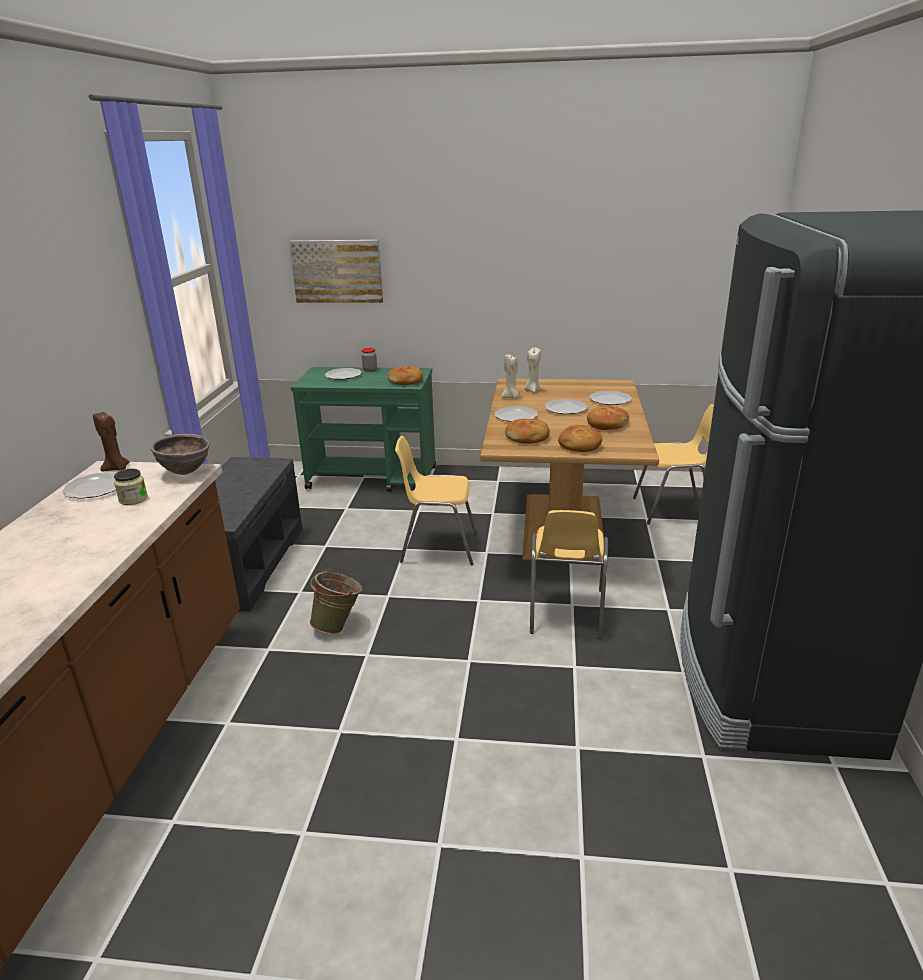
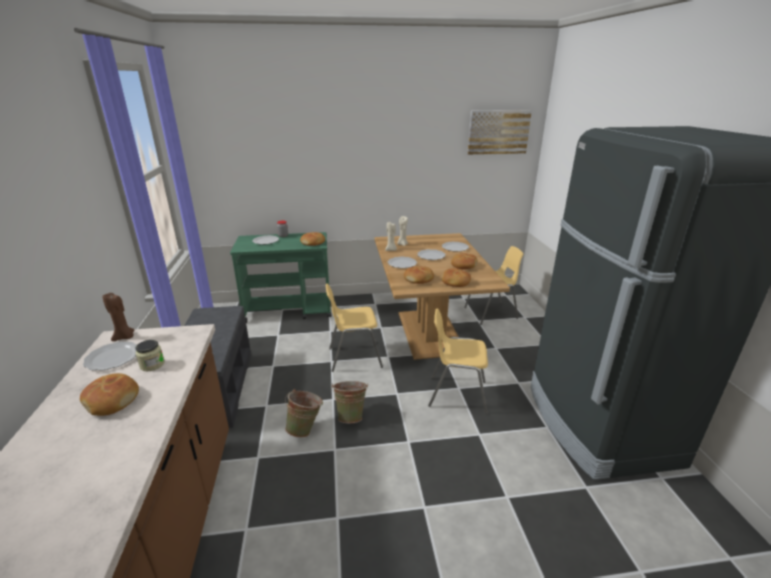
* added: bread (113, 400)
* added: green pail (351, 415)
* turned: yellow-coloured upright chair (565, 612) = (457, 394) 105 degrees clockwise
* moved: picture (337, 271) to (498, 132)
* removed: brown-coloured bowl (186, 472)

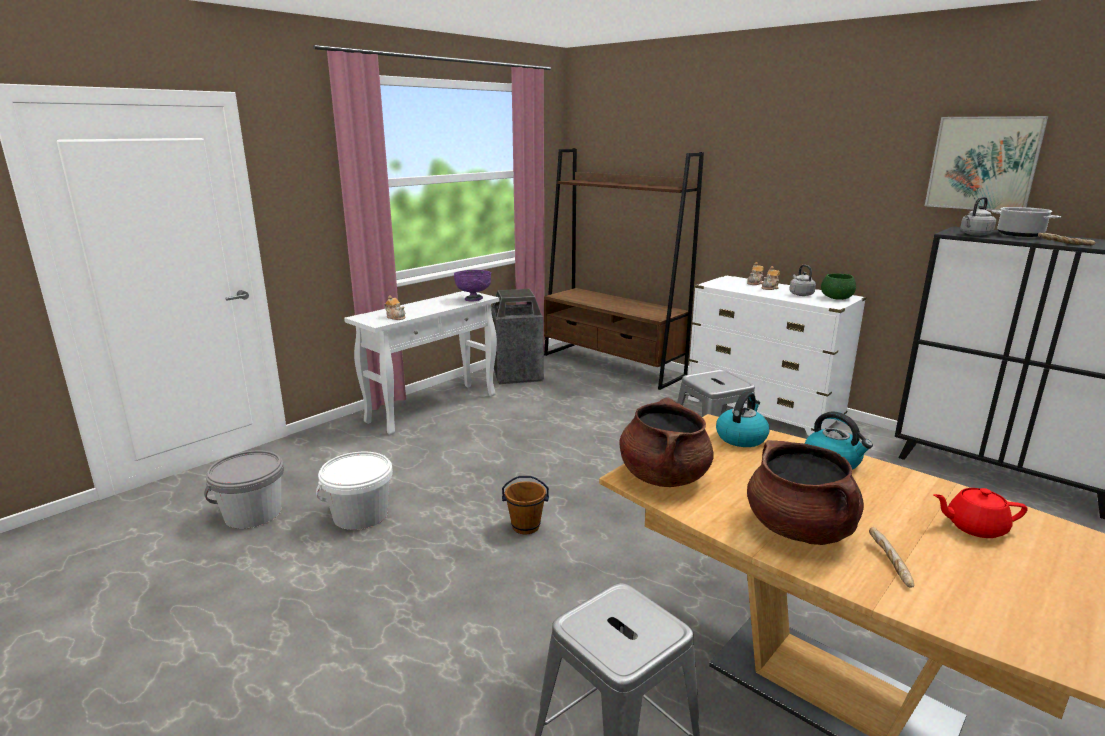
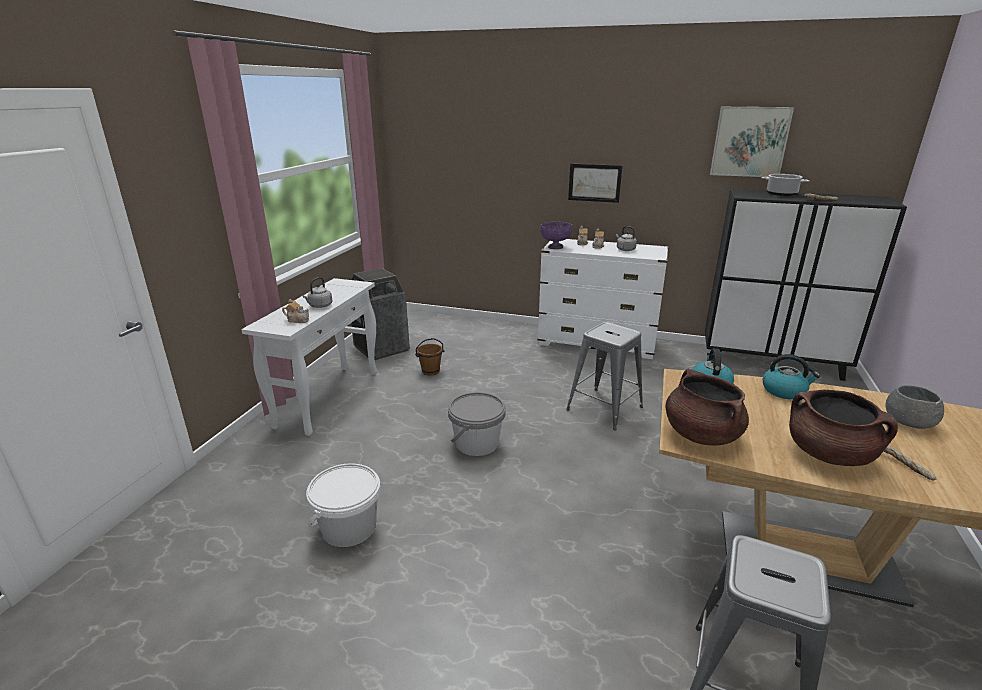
* moved: grey tea kettle (974, 234) to (319, 306)
* moved: brown-coloured pail (526, 526) to (430, 371)
* moved: grey pail (253, 514) to (477, 443)
* moved: purple bowl (473, 299) to (555, 247)
* added: picture (594, 183)
* replaced: reddish pot for tea (974, 527) to grey bowl (909, 421)
* removed: brown-coloured shelving unit (612, 365)
* removed: green bowl (837, 297)

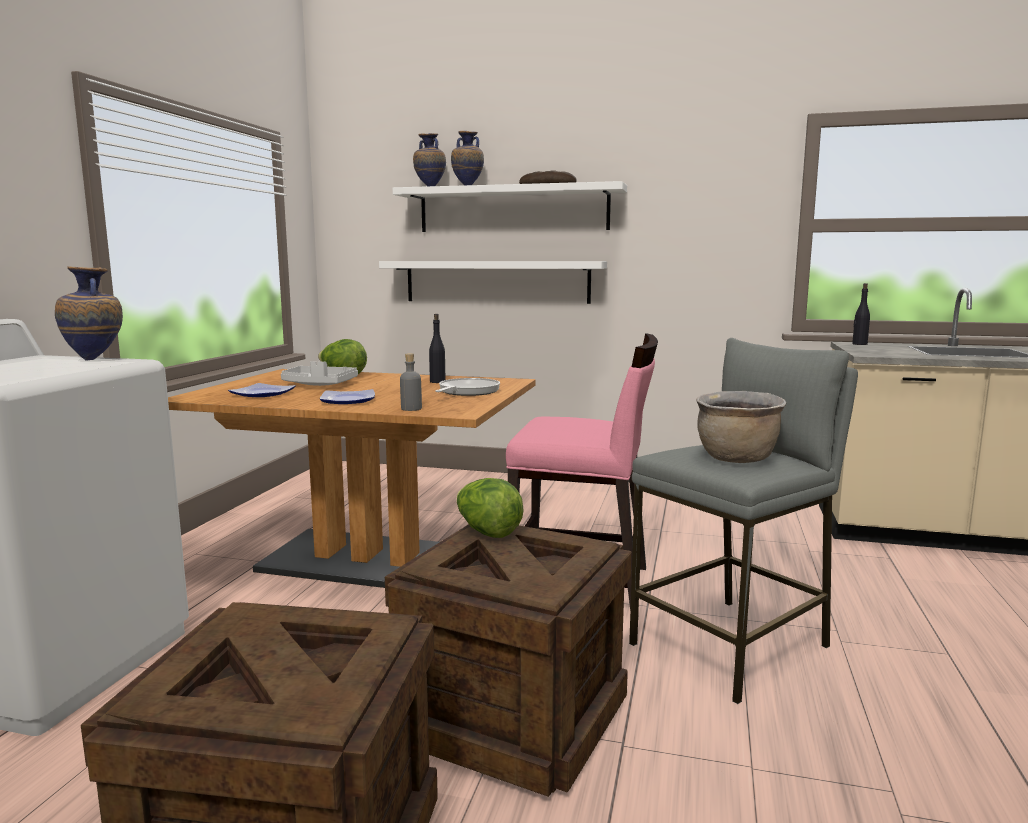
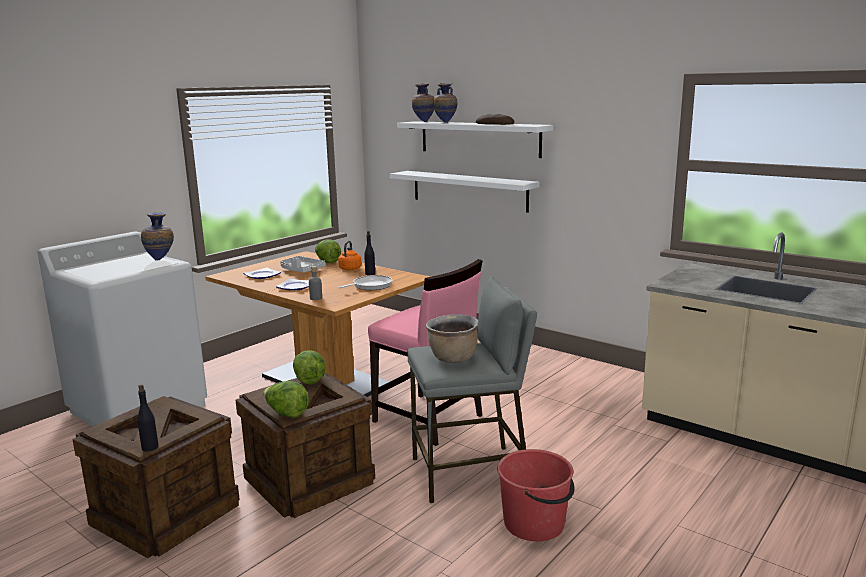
* moved: blackish drink bottle (859, 344) to (150, 447)
* added: lettuce (286, 414)
* added: orange tea kettle (349, 269)
* added: reddish pail (535, 523)

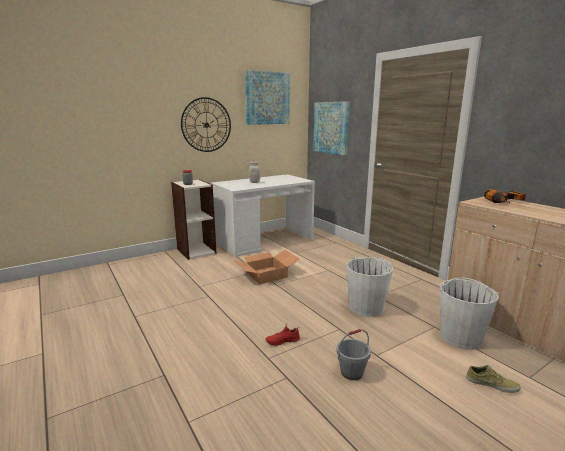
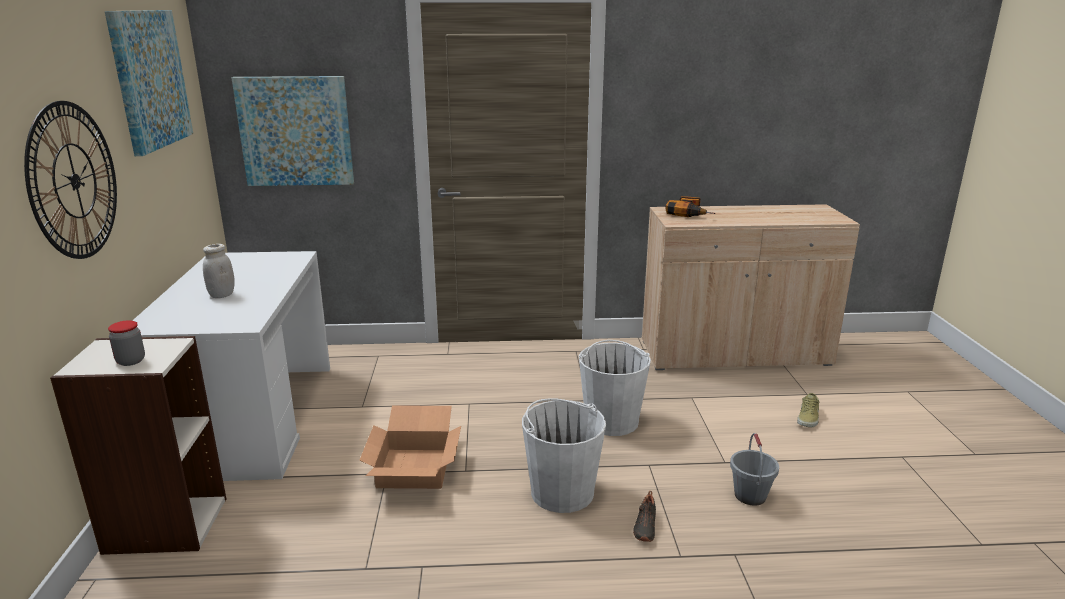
* moved: white pail (460, 337) to (562, 492)
* recoloured: reddish item of footwear (282, 341) to blackish item of footwear (644, 526)
* turned: sand-coloured item of footwear (491, 384) = (808, 418) 150 degrees clockwise

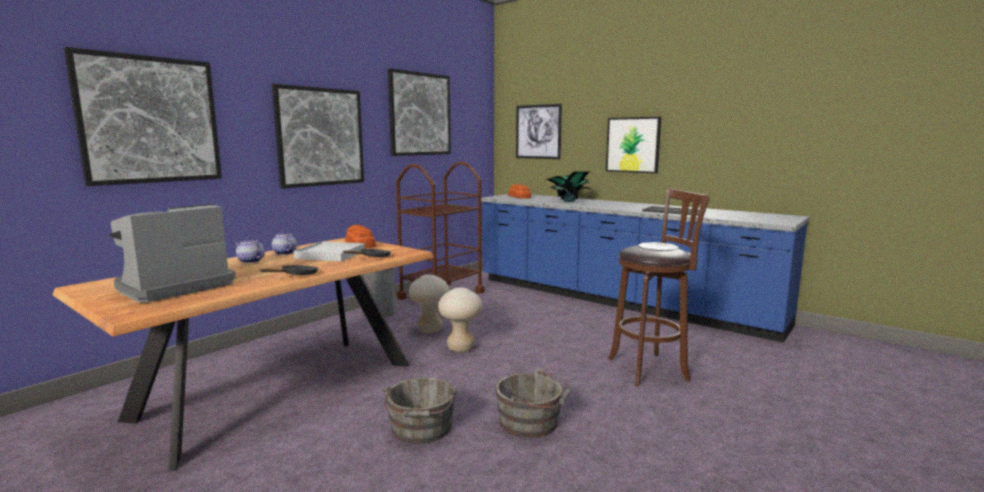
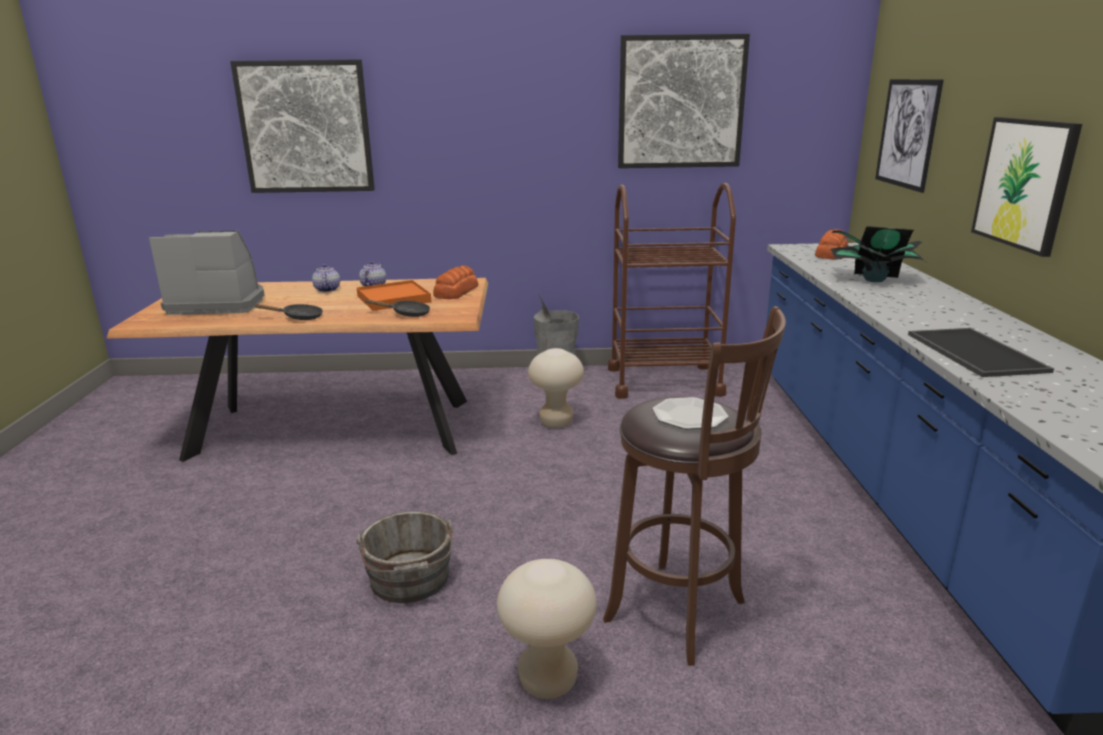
* recoloured: white carrying tray (330, 254) to orange carrying tray (393, 299)
* moved: sand-coloured sitting stool (460, 348) to (548, 680)
* removed: picture (320, 137)
* removed: grey pail (421, 429)

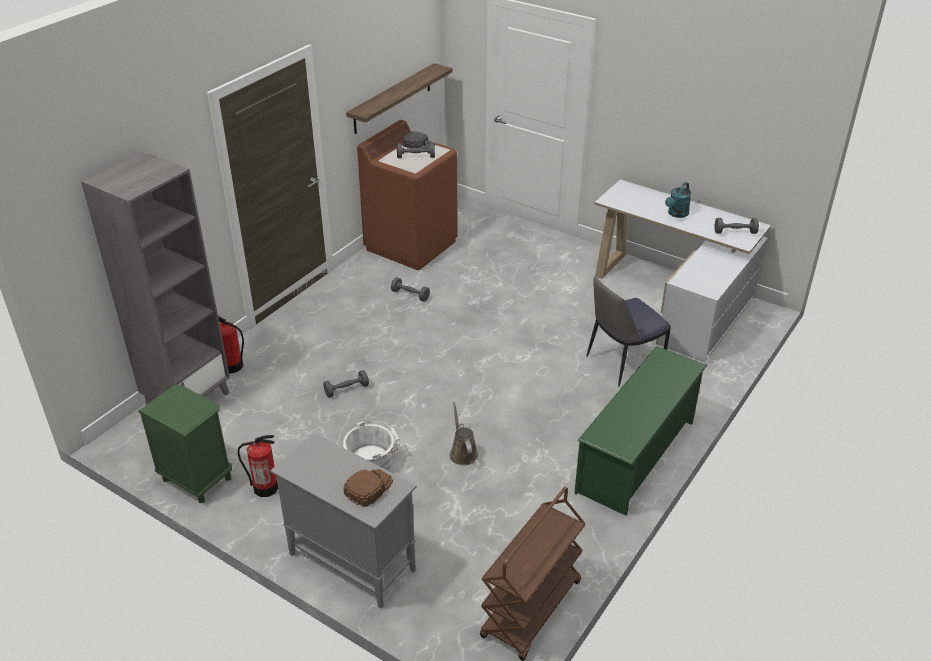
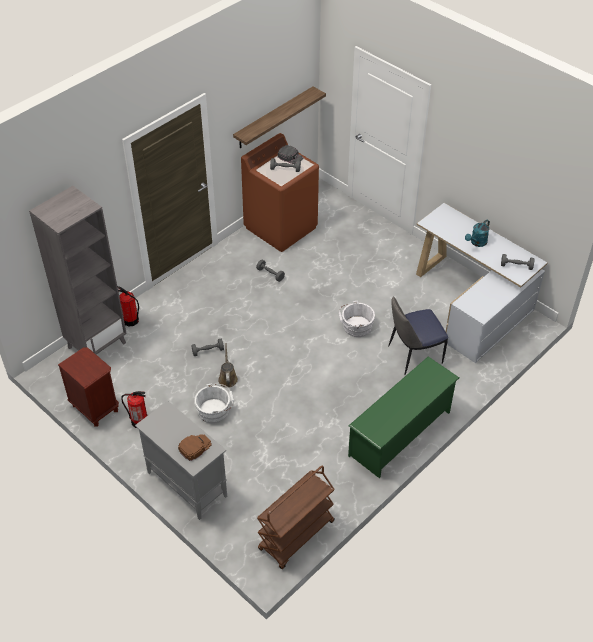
* recoloured: green nightstand (197, 479) to brown-coloured nightstand (95, 408)
* moved: brown-coloured watering can (462, 453) to (227, 378)
* added: white pail (355, 327)

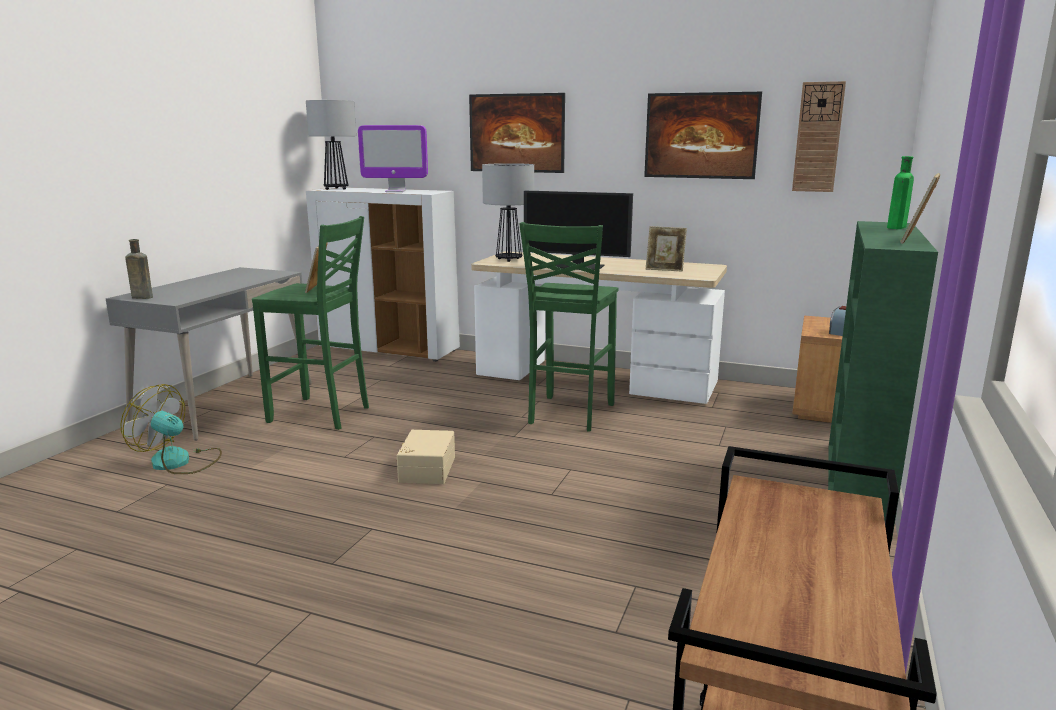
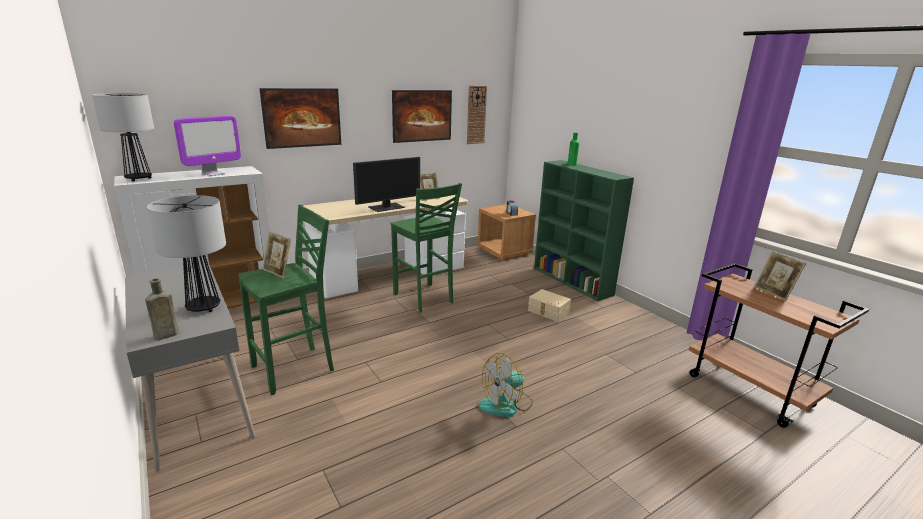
* moved: lamp for a table (508, 259) to (203, 308)
* moved: fan (179, 462) to (506, 404)
* moved: sand-coloured storage container (425, 469) to (548, 312)
* moved: photo frame (915, 241) to (774, 292)

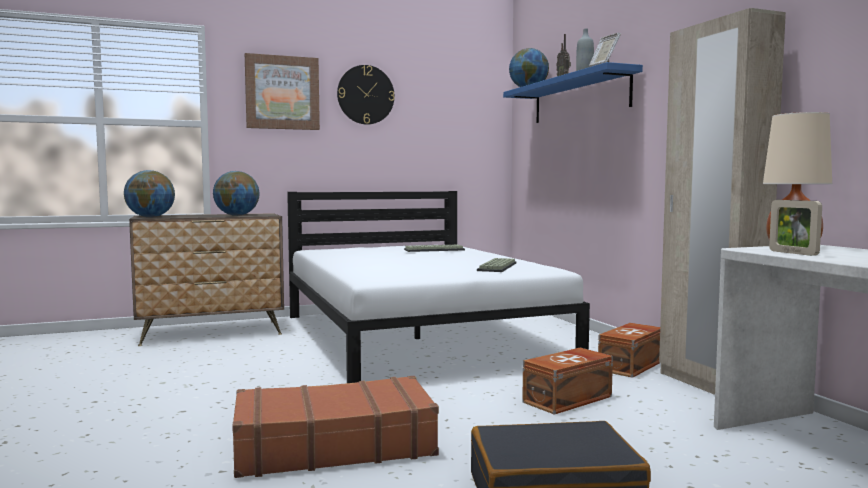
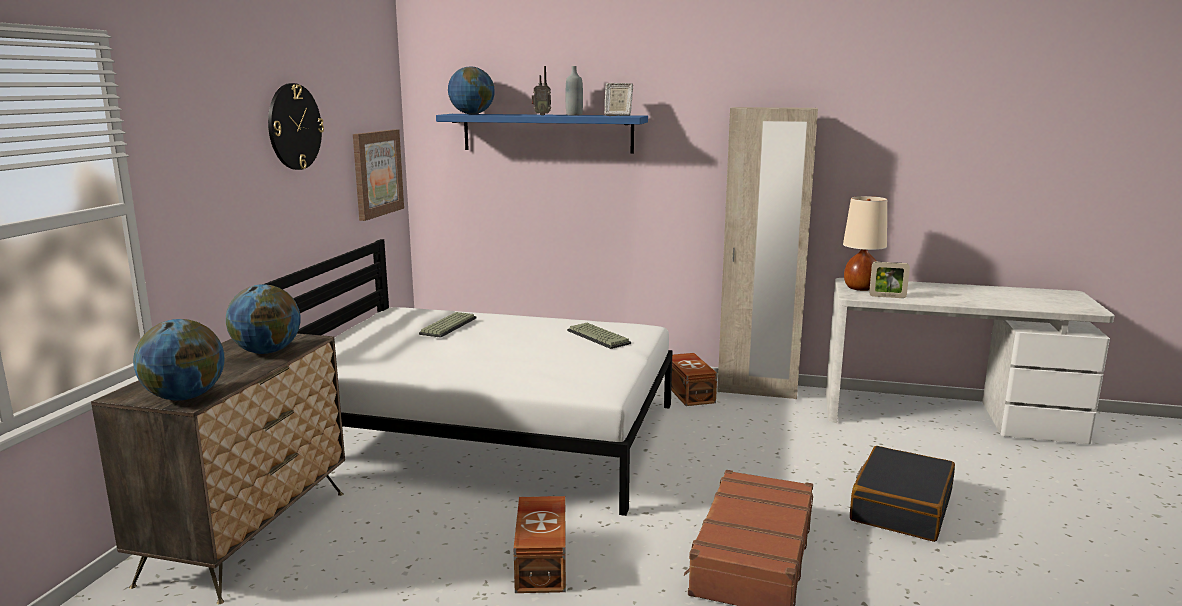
* moved: picture (282, 93) to (377, 173)
* moved: brown-coloured storage container (569, 399) to (543, 562)

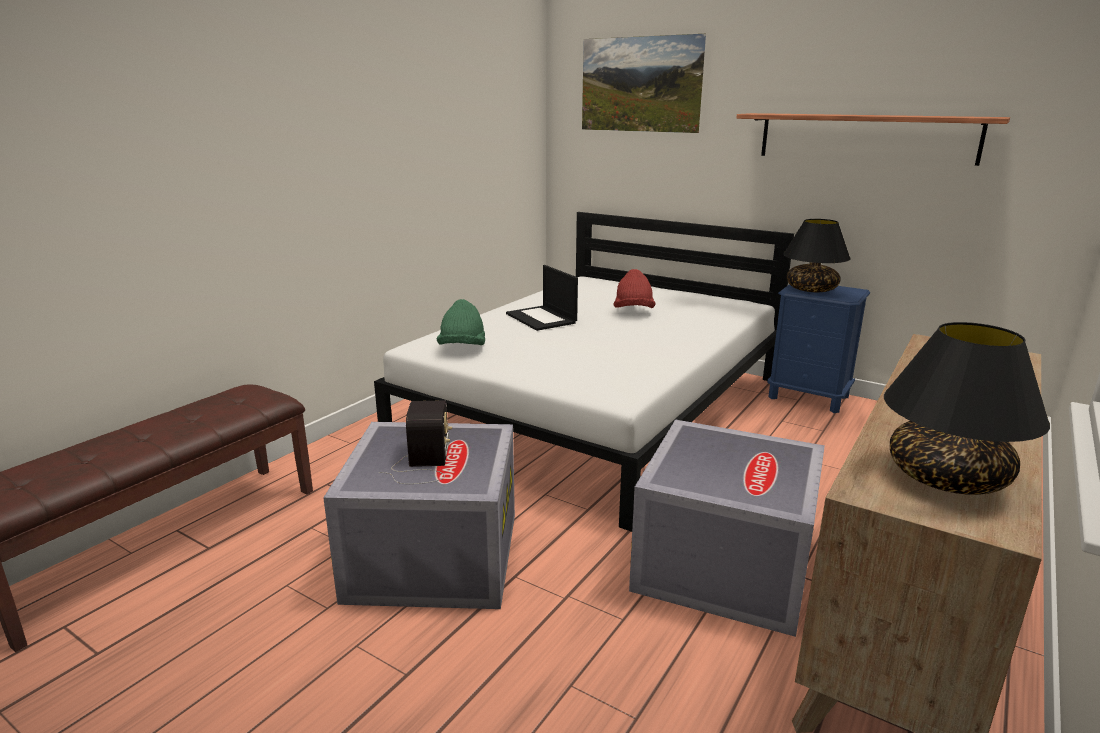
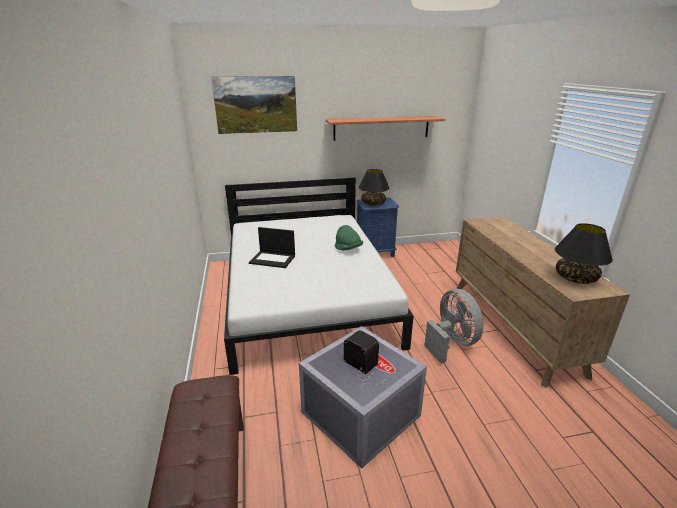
* moved: green hat (462, 348) to (348, 249)
* replaced: grey storage container (721, 563) to grey fan (451, 343)
* removed: reddish hat (633, 311)

